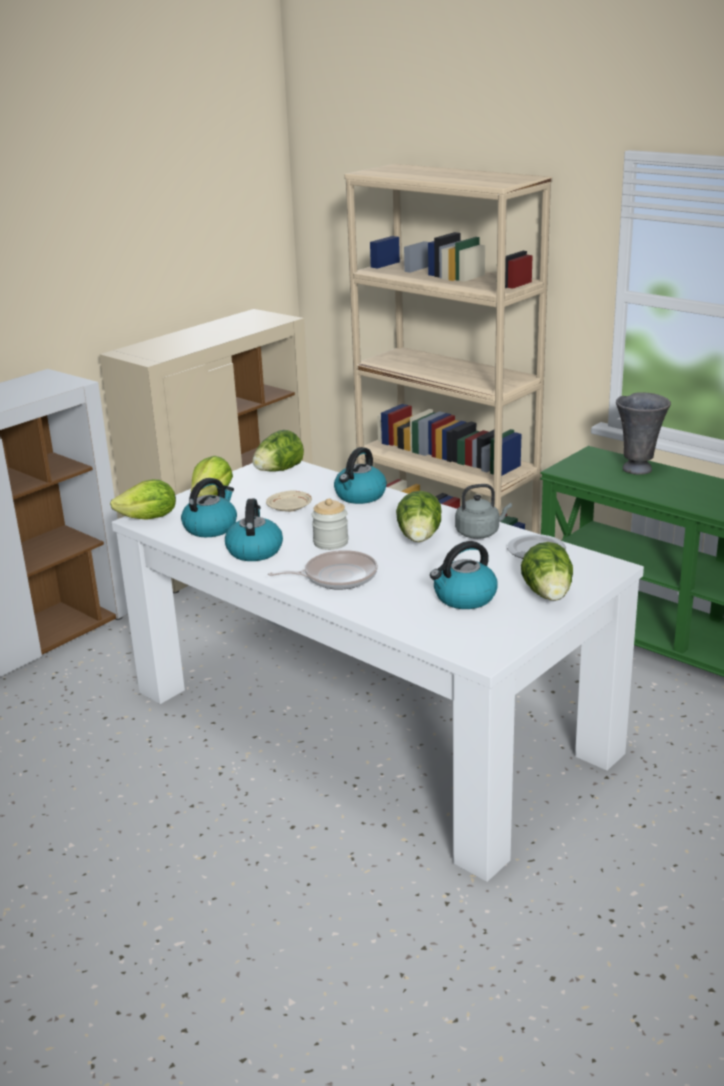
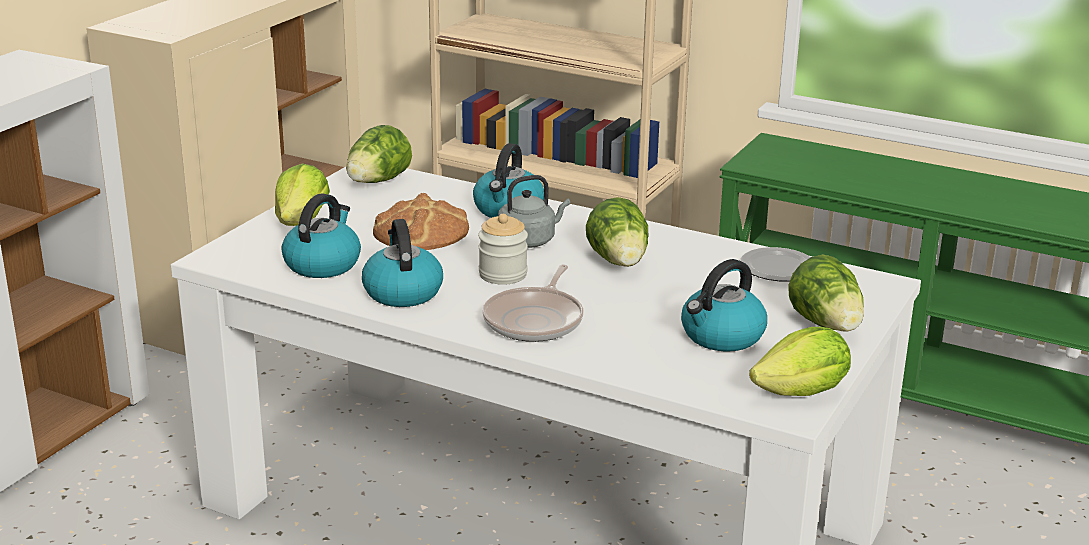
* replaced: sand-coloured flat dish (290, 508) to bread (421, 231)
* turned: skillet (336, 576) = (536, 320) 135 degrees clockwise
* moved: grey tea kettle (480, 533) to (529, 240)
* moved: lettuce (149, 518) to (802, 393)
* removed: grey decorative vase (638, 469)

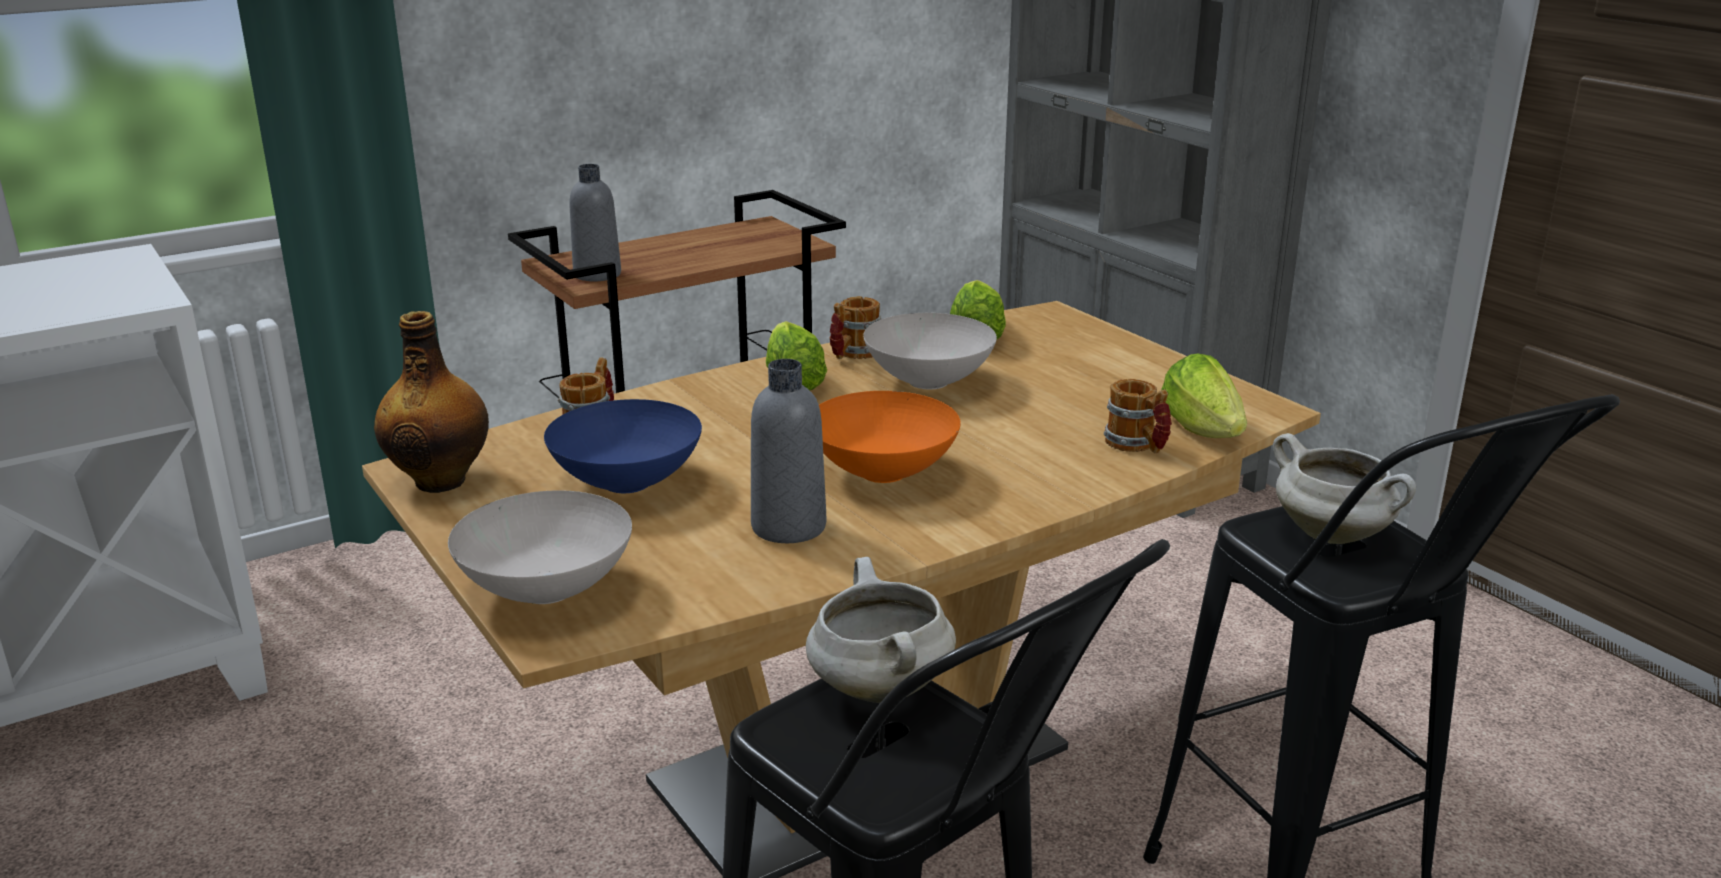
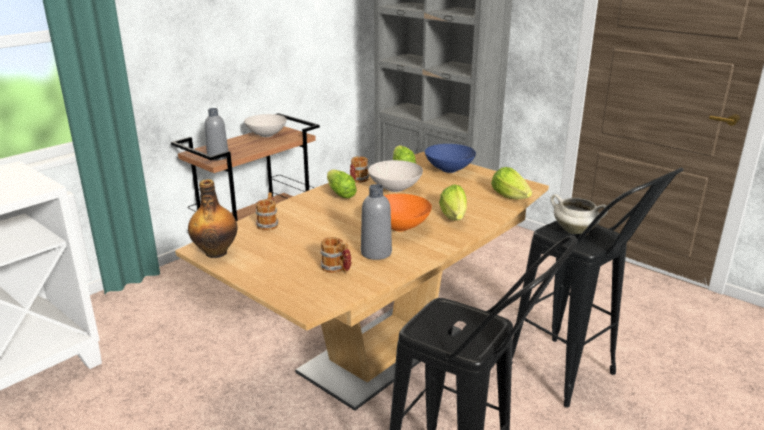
* moved: white bowl (548, 588) to (266, 135)
* moved: mug (1137, 446) to (337, 269)
* moved: bluish bowl (624, 483) to (448, 170)
* added: lettuce (454, 217)
* removed: white cooking pot (877, 688)

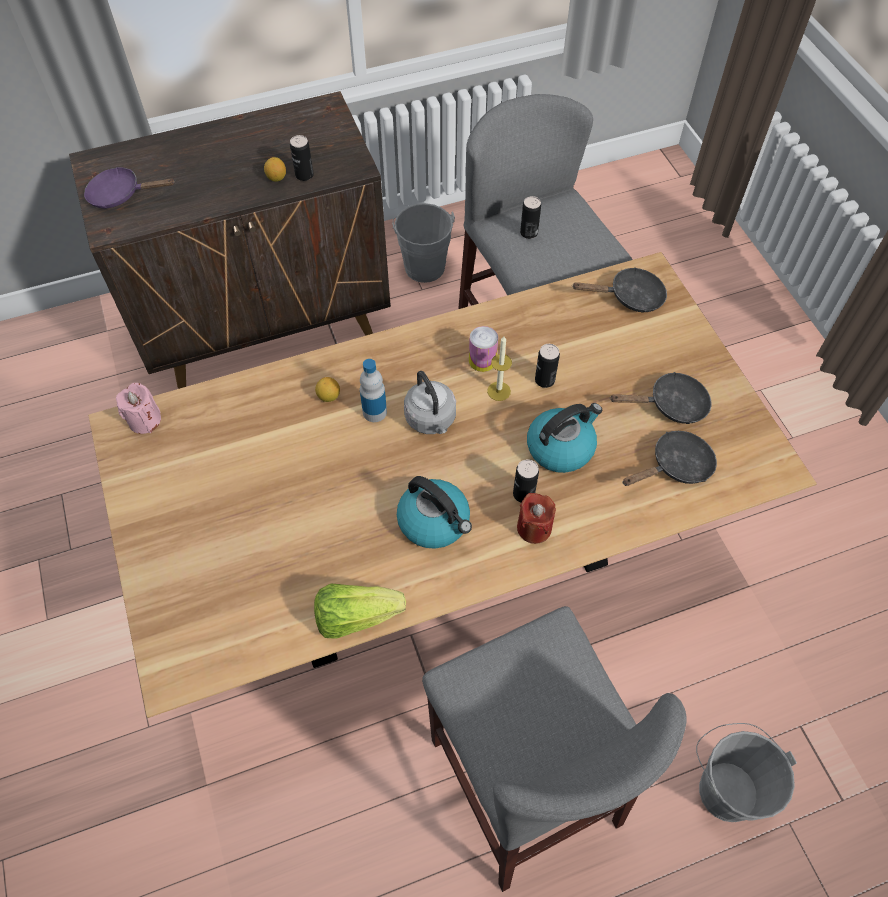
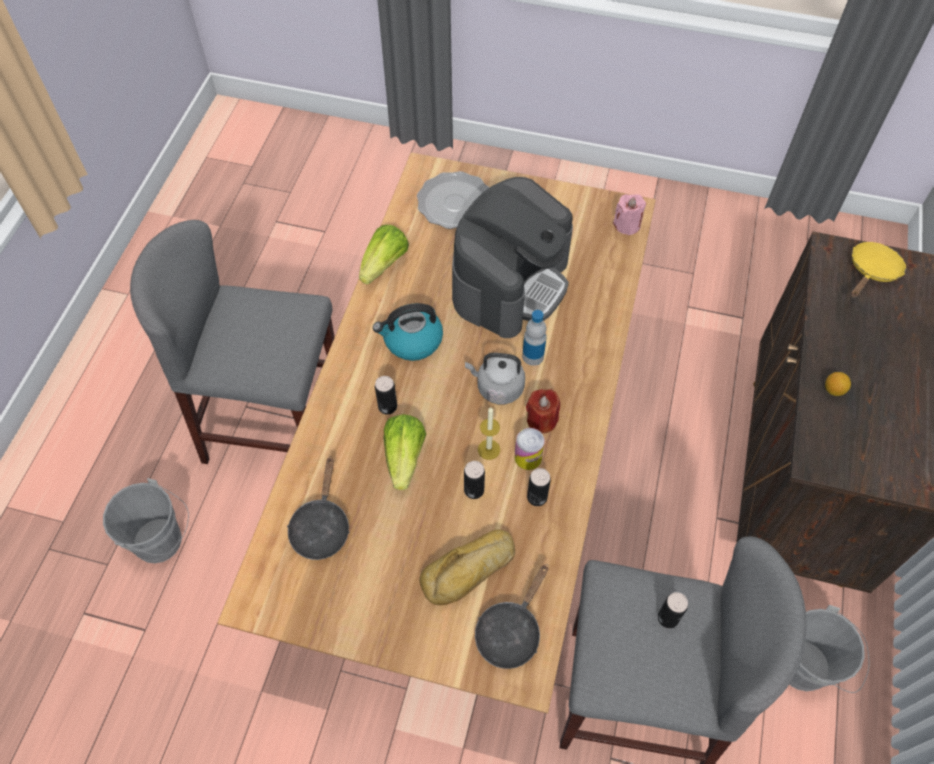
* replaced: tea kettle (561, 447) to lettuce (404, 457)
* added: flat dish (454, 203)
* added: bread (470, 571)
* added: coffee machine (510, 283)
* moved: reddish wax candle (534, 528) to (541, 420)
* moved: can (304, 175) to (537, 497)
* recoloured: purple skillet (121, 195) to yellow-coloured skillet (871, 272)
* removed: lemon (329, 396)
* removed: blackish skillet (671, 405)

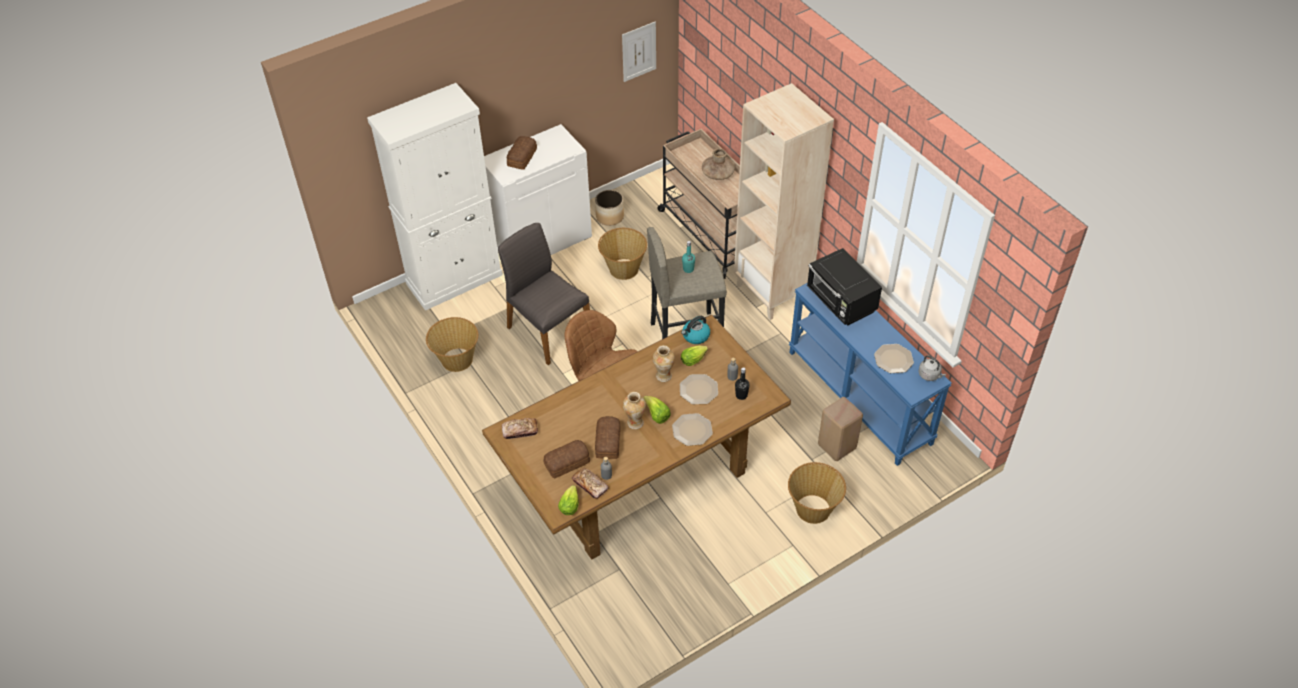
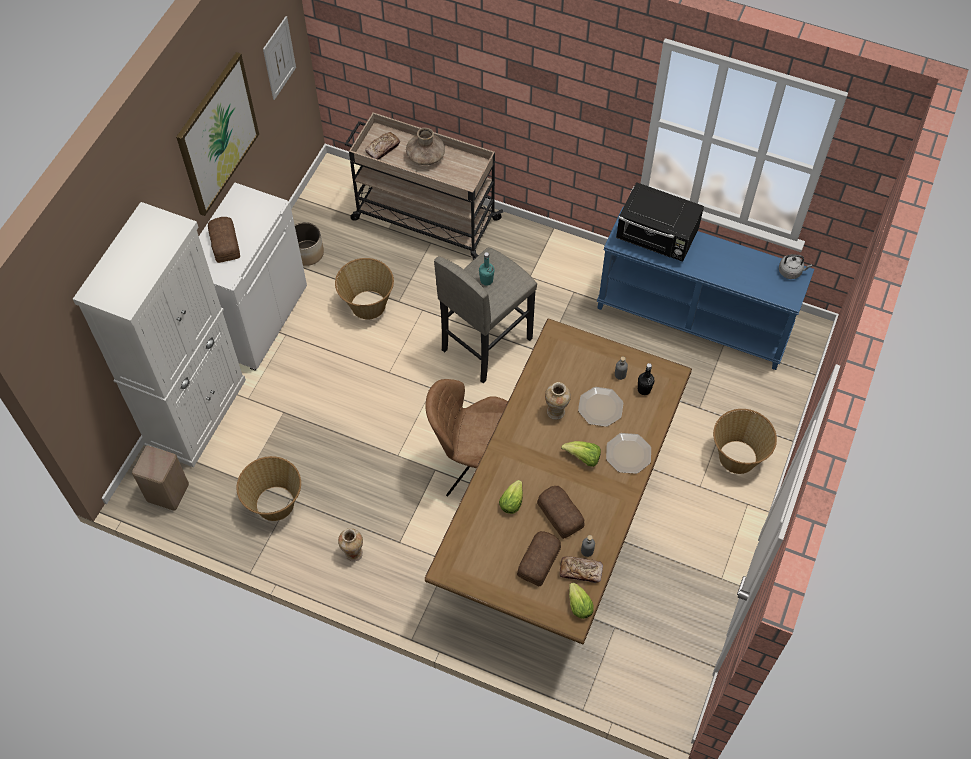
* moved: sand-coloured sitting stool (835, 446) to (166, 493)
* added: picture (217, 134)
* moved: decorative vase (634, 422) to (353, 553)
* moved: bread (520, 431) to (383, 148)
* moved: lettuce (694, 359) to (512, 500)
* removed: grey upright chair (548, 330)
* removed: tea kettle (695, 336)
* removed: sand-coloured shelving unit (772, 293)
* removed: flat dish (893, 359)

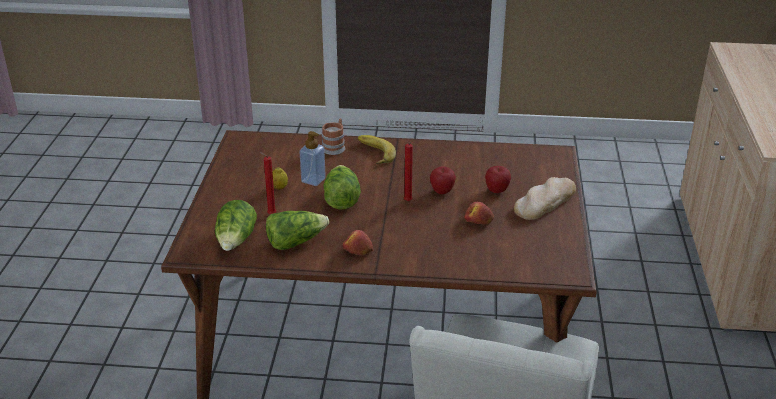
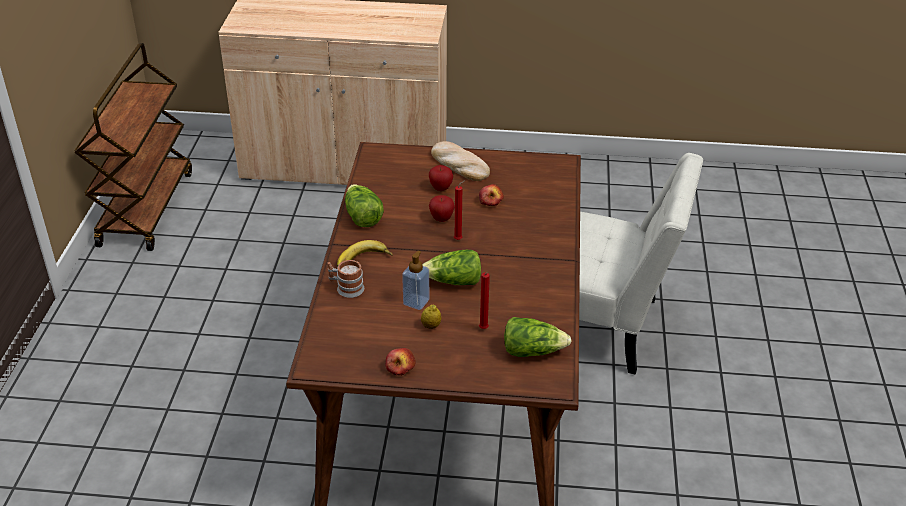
* added: brown-coloured trolley (146, 208)
* moved: lettuce (295, 242) to (362, 216)
* moved: apple fruit (357, 250) to (401, 367)

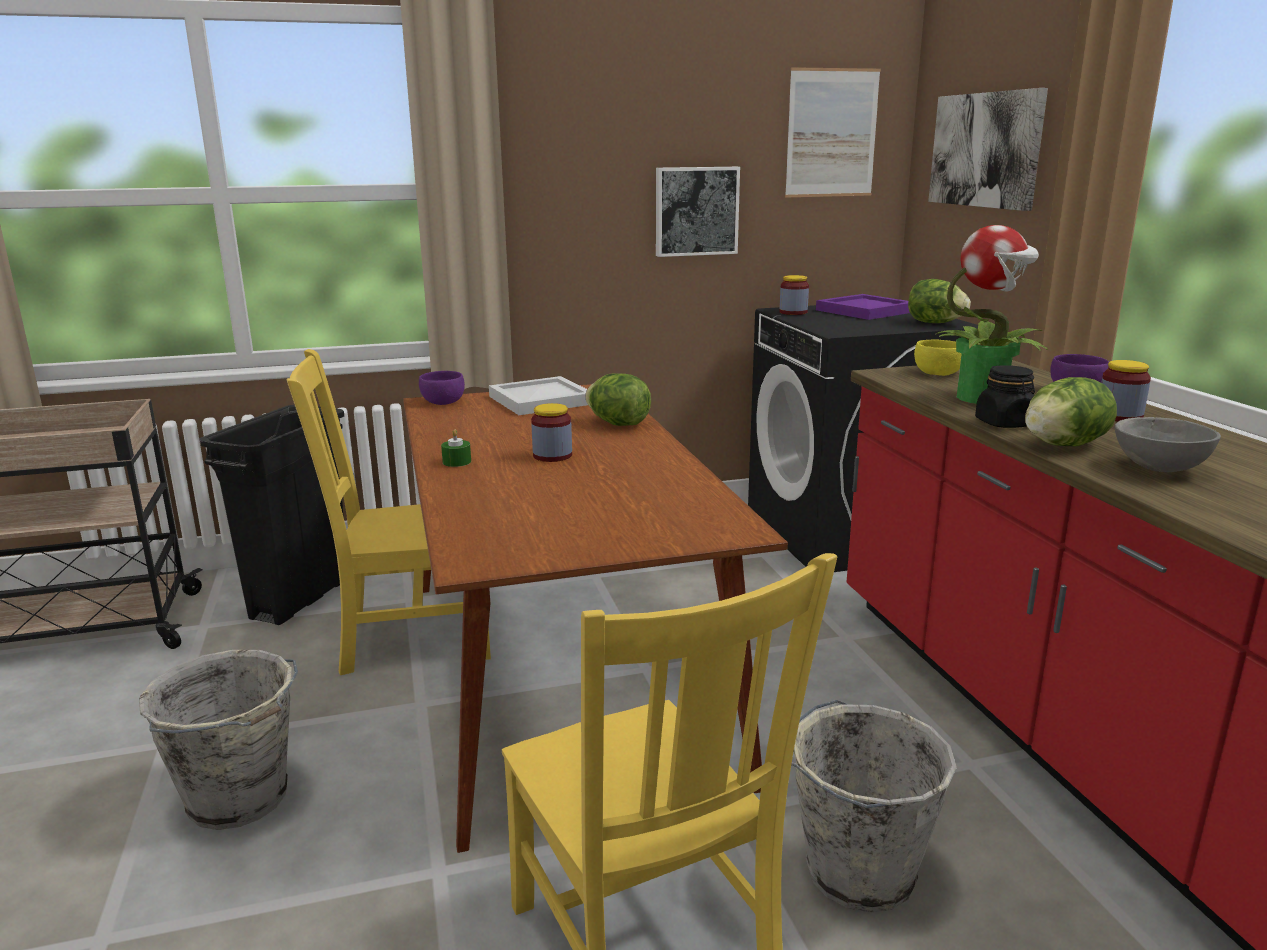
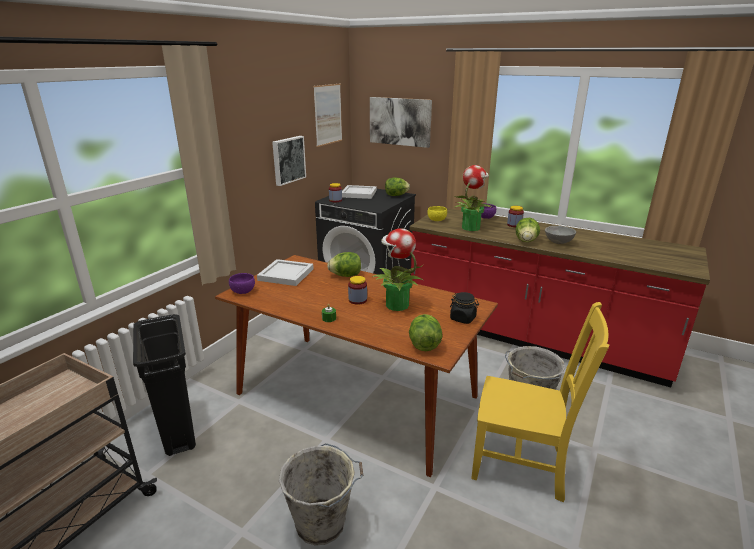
* recoloured: purple carrying tray (863, 311) to white carrying tray (358, 194)
* added: potted plant (396, 305)
* added: lettuce (424, 345)
* moved: blackish jar (1005, 423) to (463, 318)
* removed: yellow-coloured upright chair (410, 637)

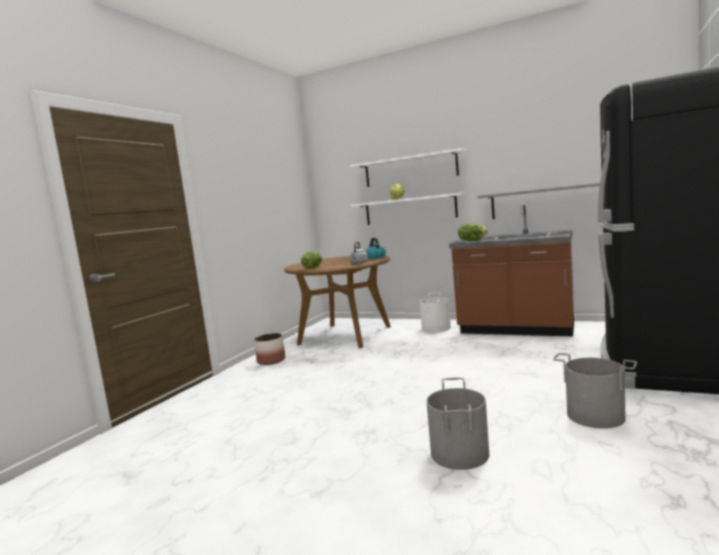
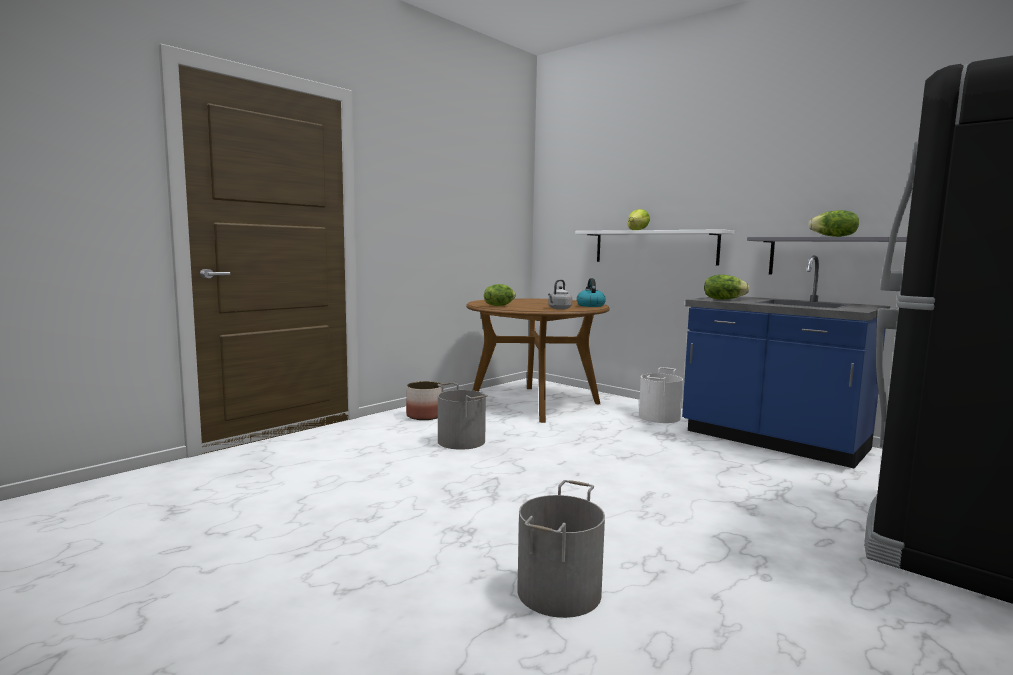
* moved: grey pail (595, 415) to (462, 441)
* recoloured: brown-coloured counter (516, 329) to bluish counter (772, 441)
* added: lettuce (834, 236)
* removed: white bracket shelf (410, 169)

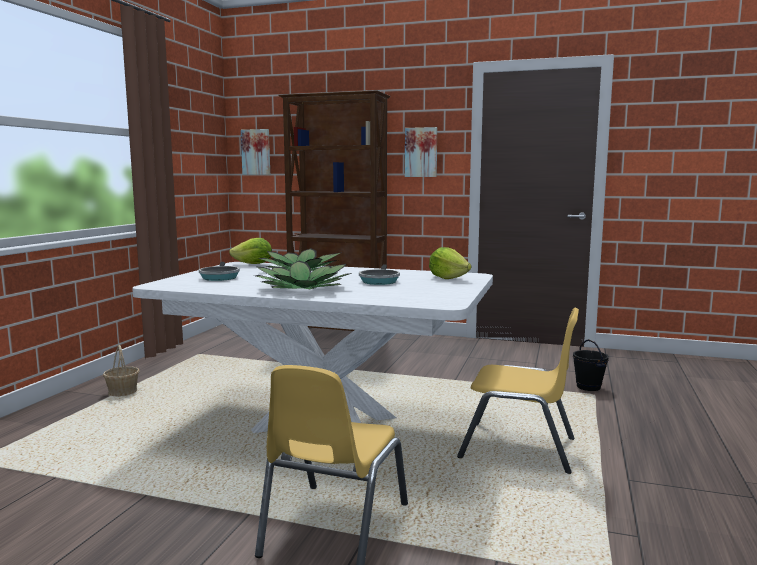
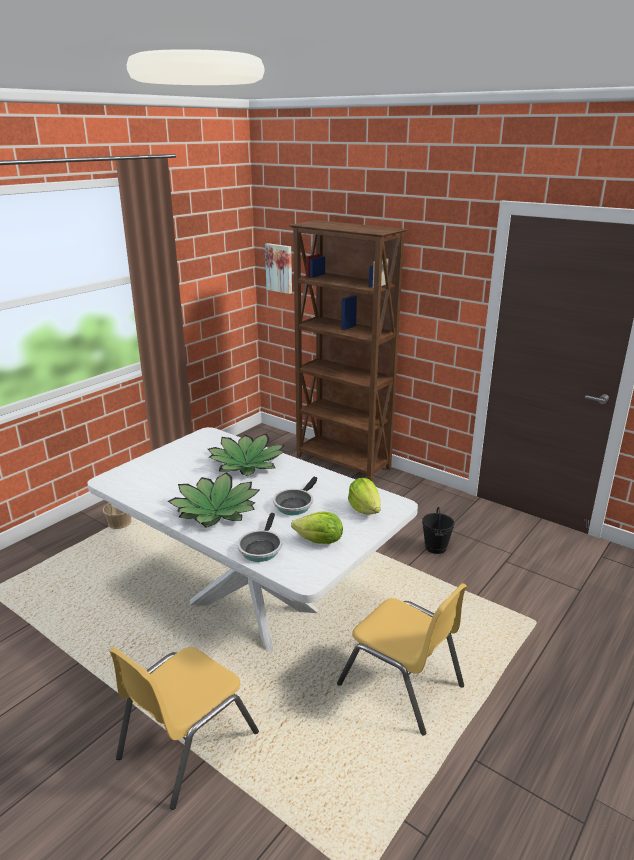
* moved: skillet (219, 277) to (260, 548)
* moved: lettuce (253, 264) to (319, 541)
* moved: blackish pail (588, 387) to (435, 547)
* removed: picture (421, 152)

